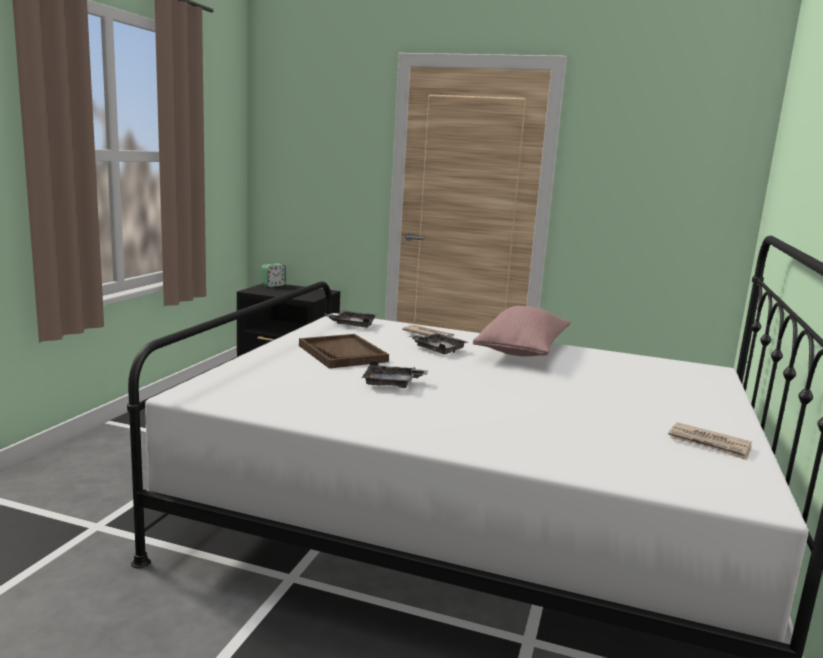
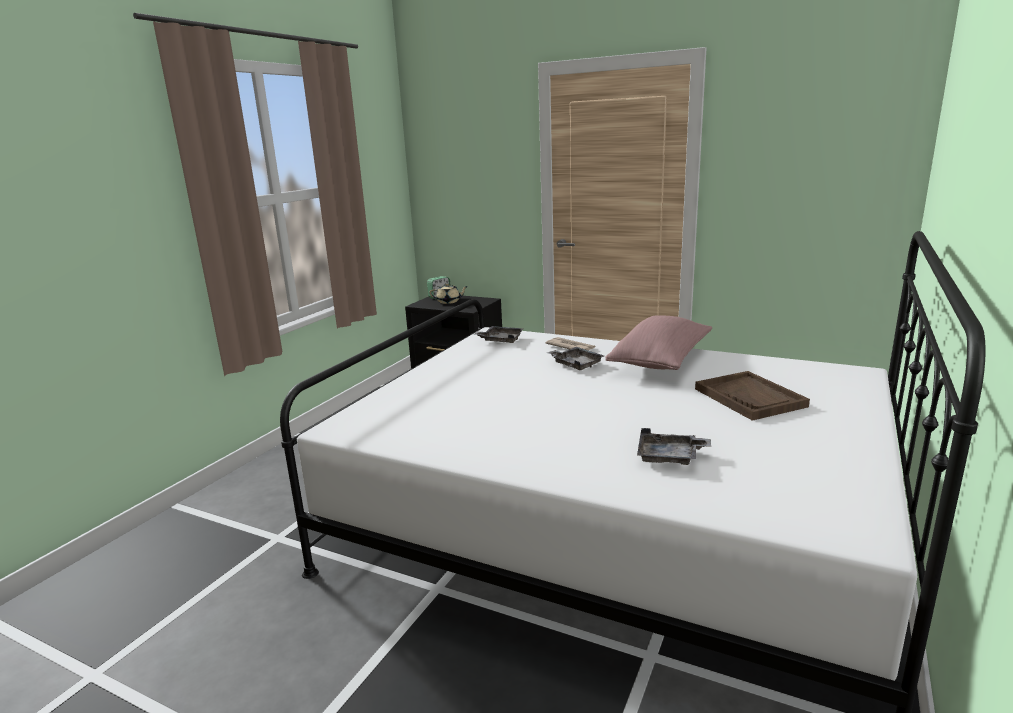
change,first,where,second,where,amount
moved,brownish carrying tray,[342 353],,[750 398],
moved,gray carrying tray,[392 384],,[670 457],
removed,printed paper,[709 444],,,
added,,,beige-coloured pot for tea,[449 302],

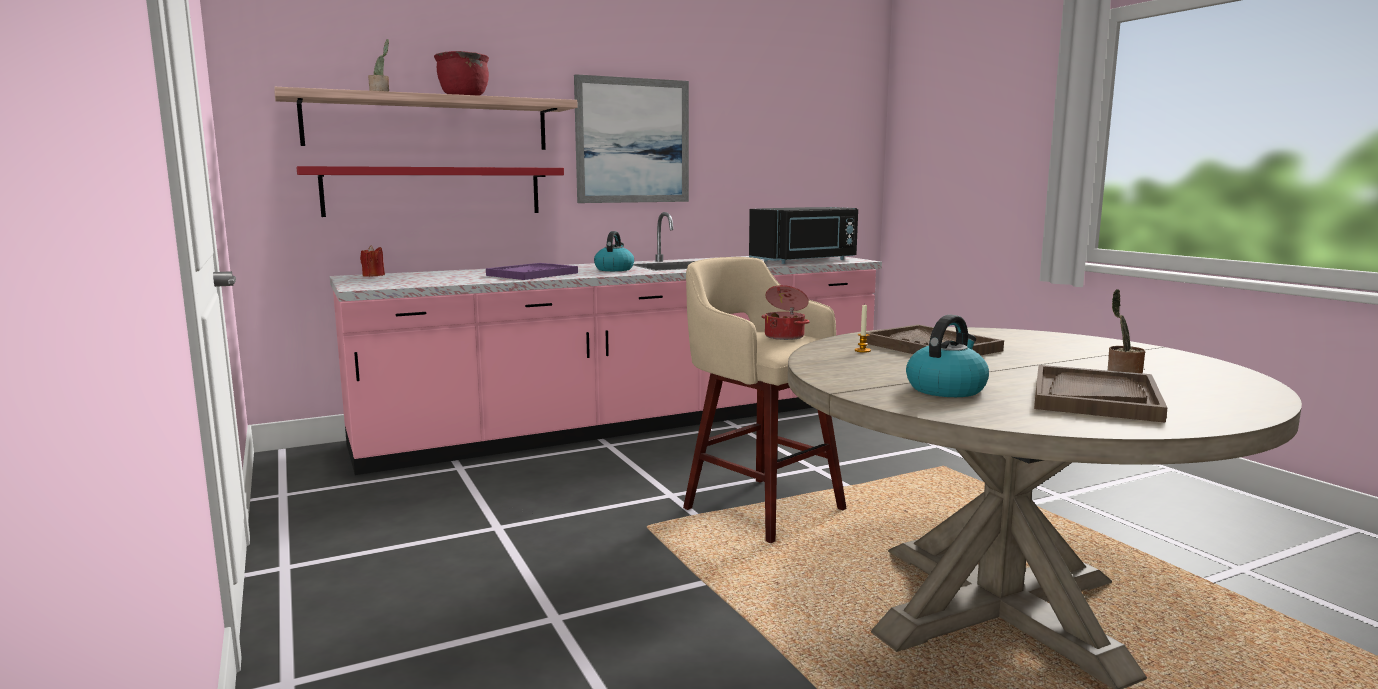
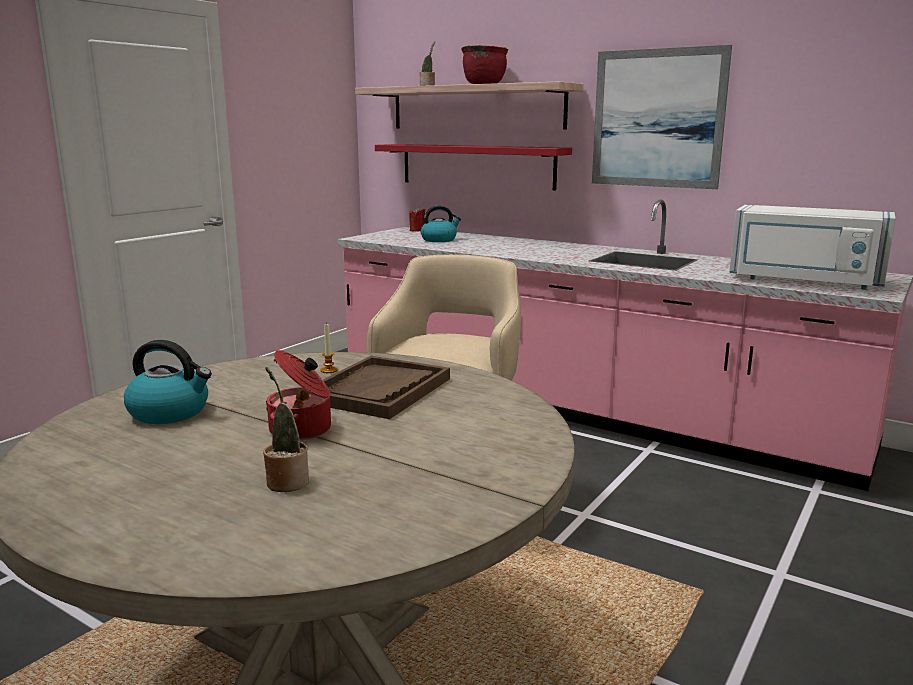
change,first,where,second,where,amount
recoloured,blackish microwave oven,[806 261],whitish microwave oven,[804 281],
moved,water kettle,[614 269],,[439 240],
removed,purple carrying tray,[532 274],,,
moved,stockpot,[785 336],,[302 430],
removed,brownish carrying tray,[1094 397],,,

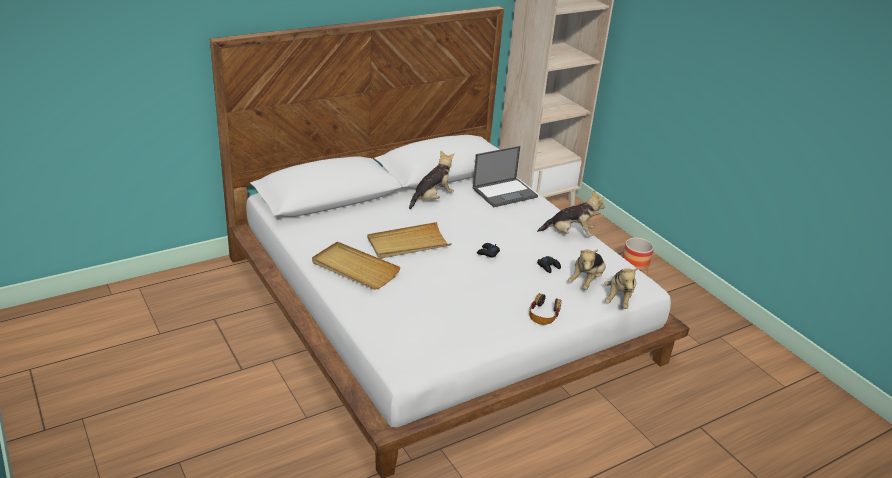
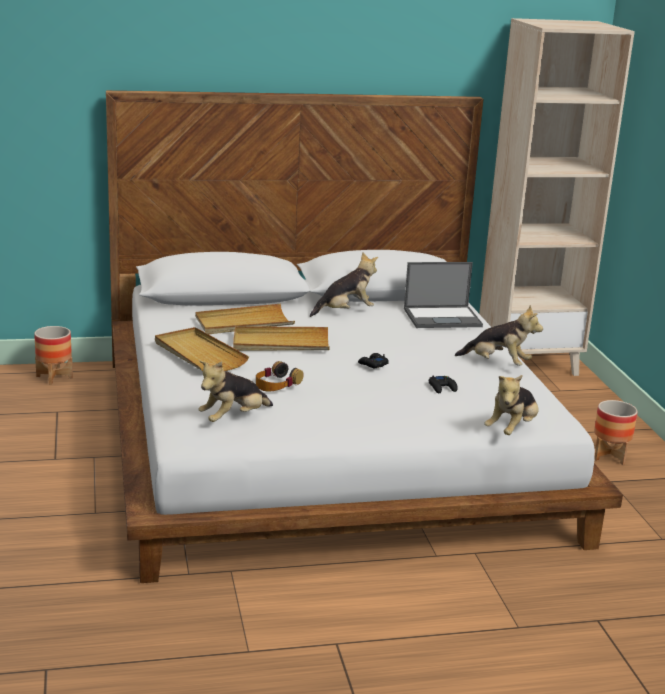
change,first,where,second,where,amount
moved,soft toy,[586 281],,[233 418],
moved,pair of headphones,[544 314],,[277 384],
added,,,beige-coloured carrying tray,[243 323],
added,,,planter,[54 377],

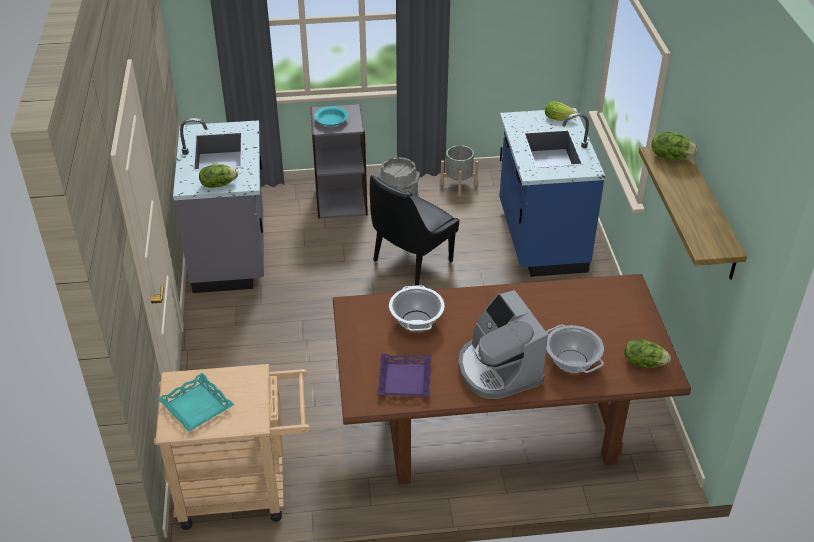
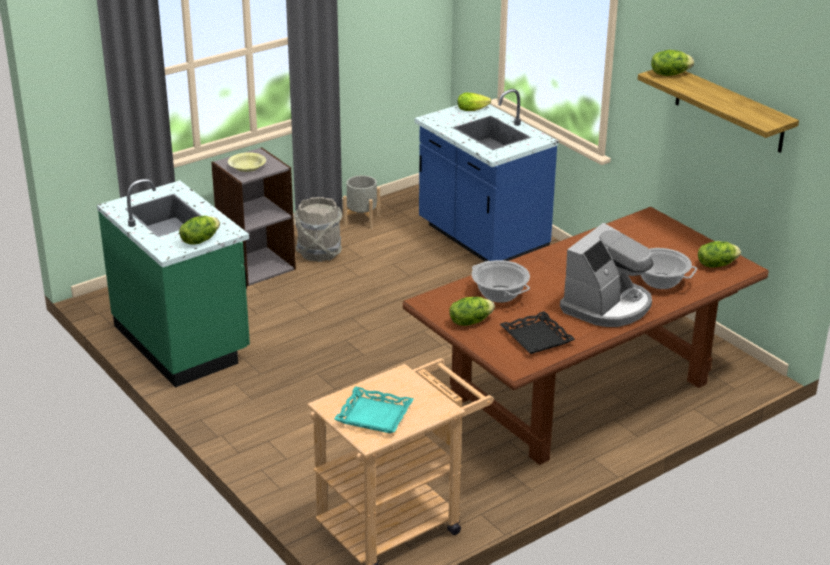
change,first,where,second,where,amount
recoloured,turquoise-coloured deep dish,[331 120],yellow deep dish,[247 167],
recoloured,gray counter,[232 253],green-coloured counter,[183 341],
removed,blackish plain chair,[410 262],,,
turned,coffee maker,[498 370],,[607 306],90 degrees counterclockwise
recoloured,purple carrying tray,[404 379],blackish carrying tray,[536 338],
added,,,head of lettuce,[470 321],

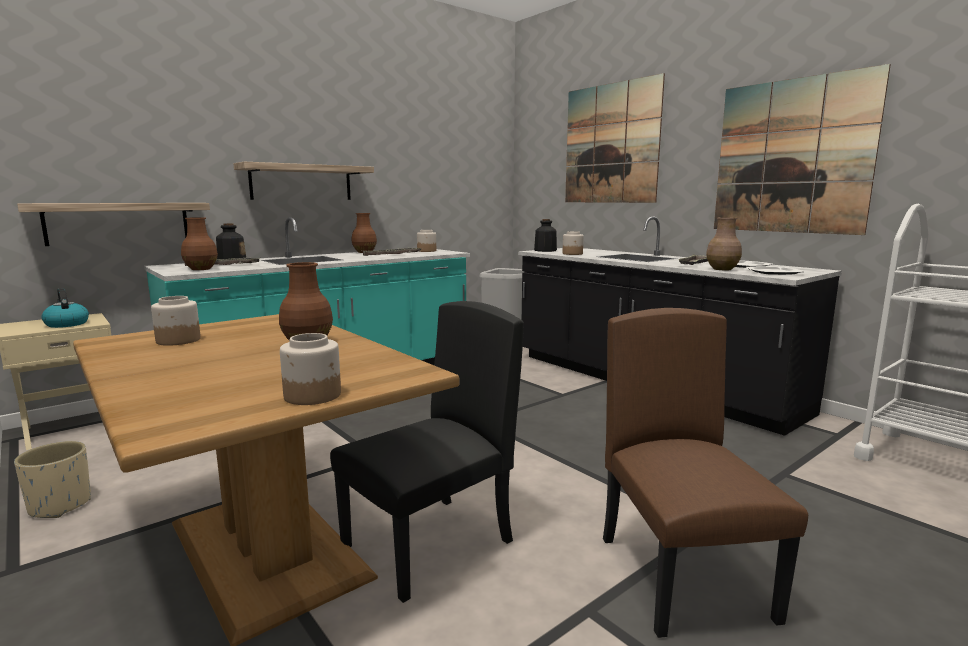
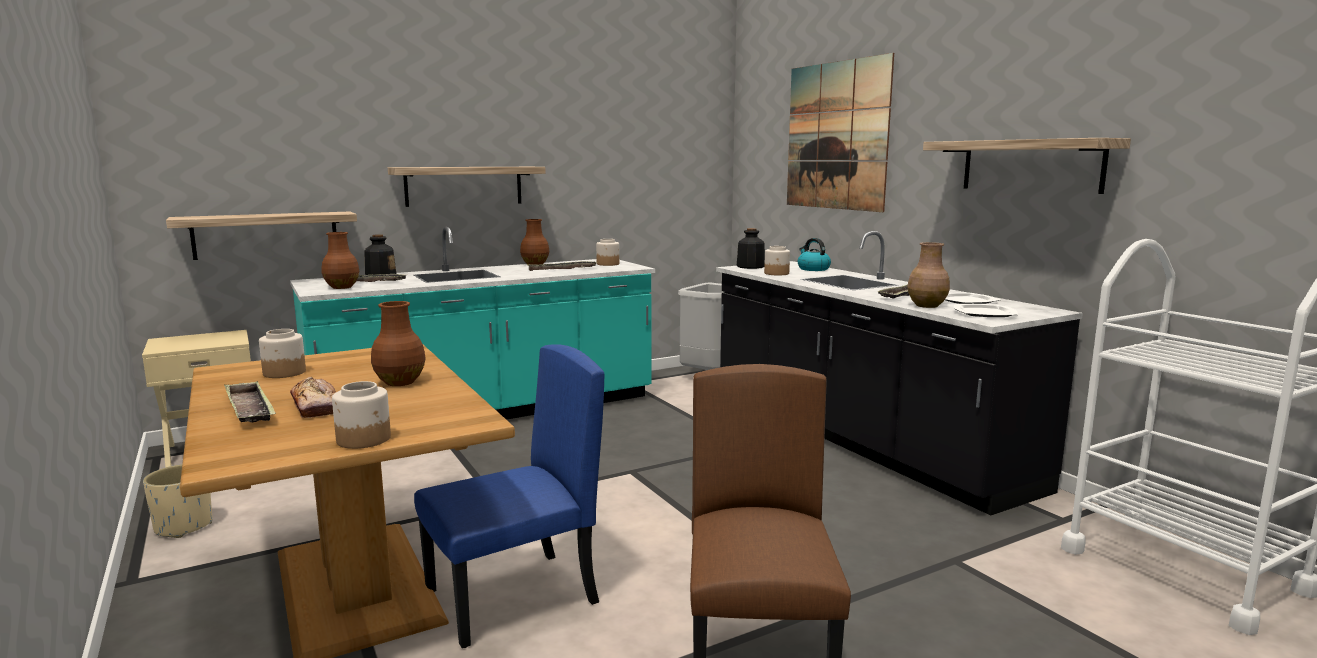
change,first,where,second,where,amount
replaced,wall art,[791 157],shelf,[1030 165],
moved,water kettle,[66 324],,[813 269],
recoloured,blackish plain chair,[429 545],blue plain chair,[512 597],
added,,,bakery bread,[316 407],
added,,,carrying tray,[250 409],

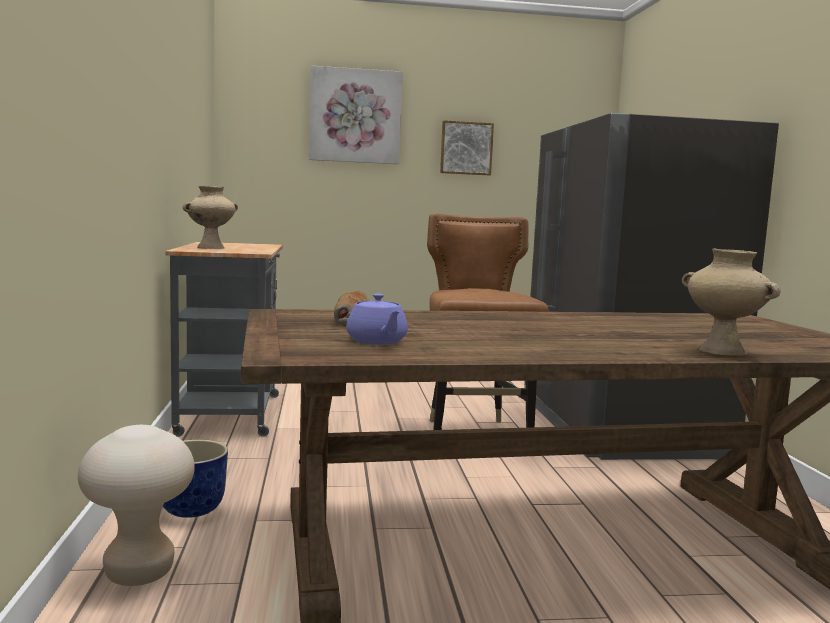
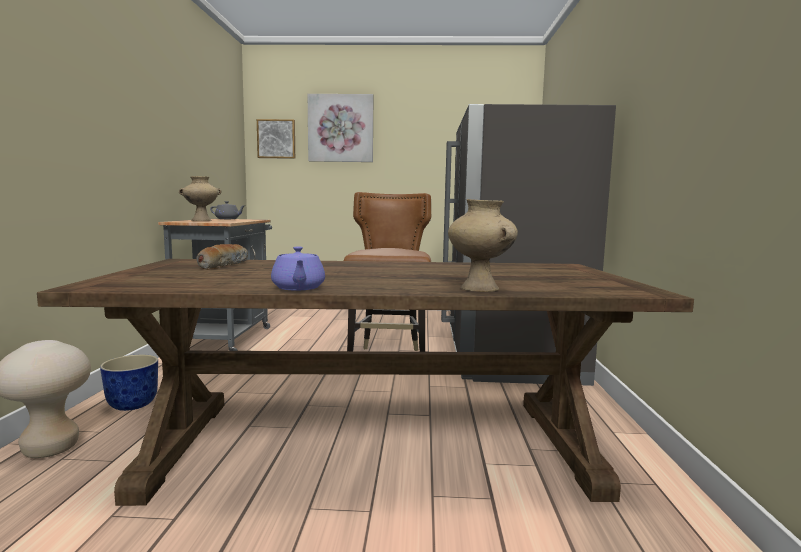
change,first,where,second,where,amount
moved,wall art,[466 148],,[276 139],
moved,purple pot for tea,[377 341],,[298 288],
added,,,gray pot for tea,[228 219],

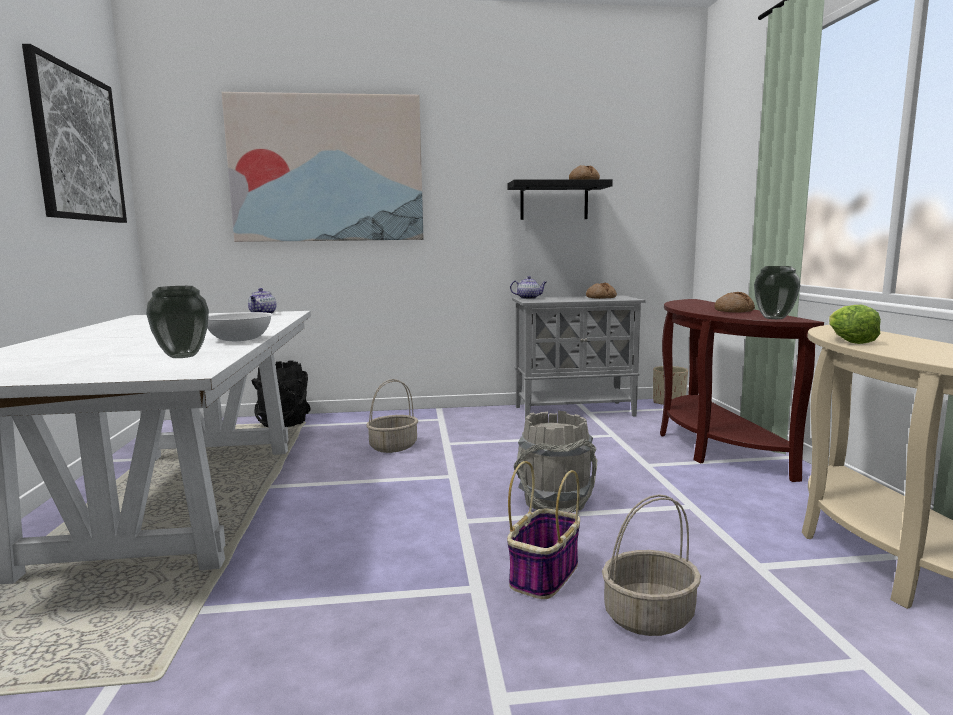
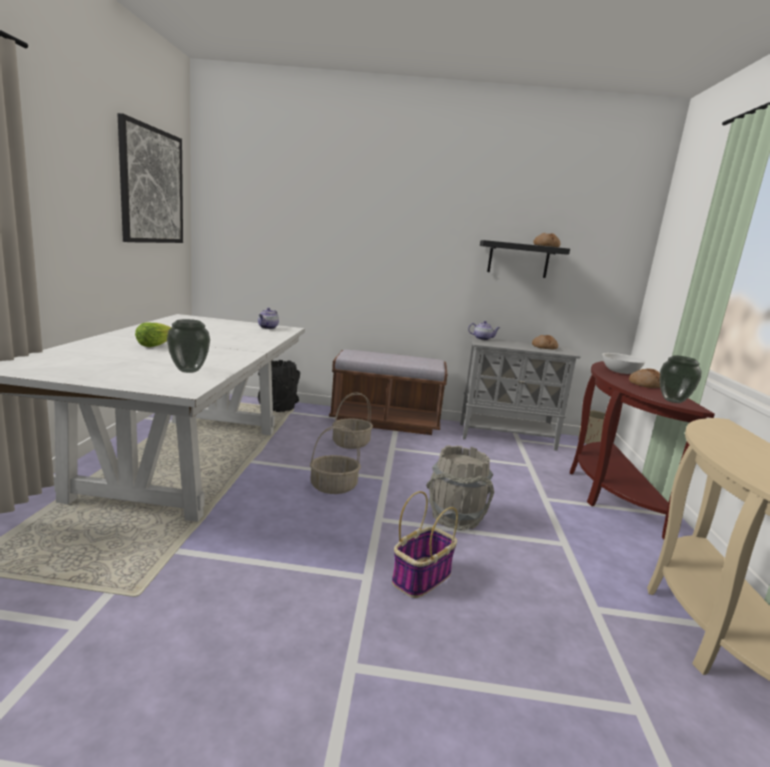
change,first,where,second,where,amount
removed,wall art,[327 169],,,
moved,head of lettuce,[848 341],,[154 345],
moved,whitish deep dish,[239 340],,[620 372],
moved,household basket,[649 615],,[334 486],
added,,,brownish long seat,[385 421],

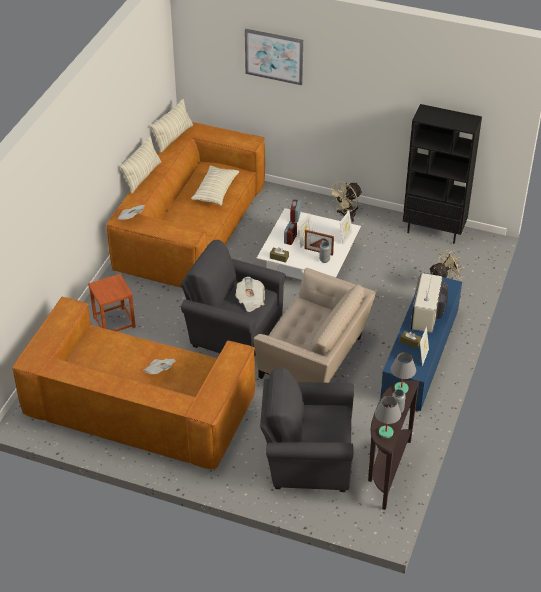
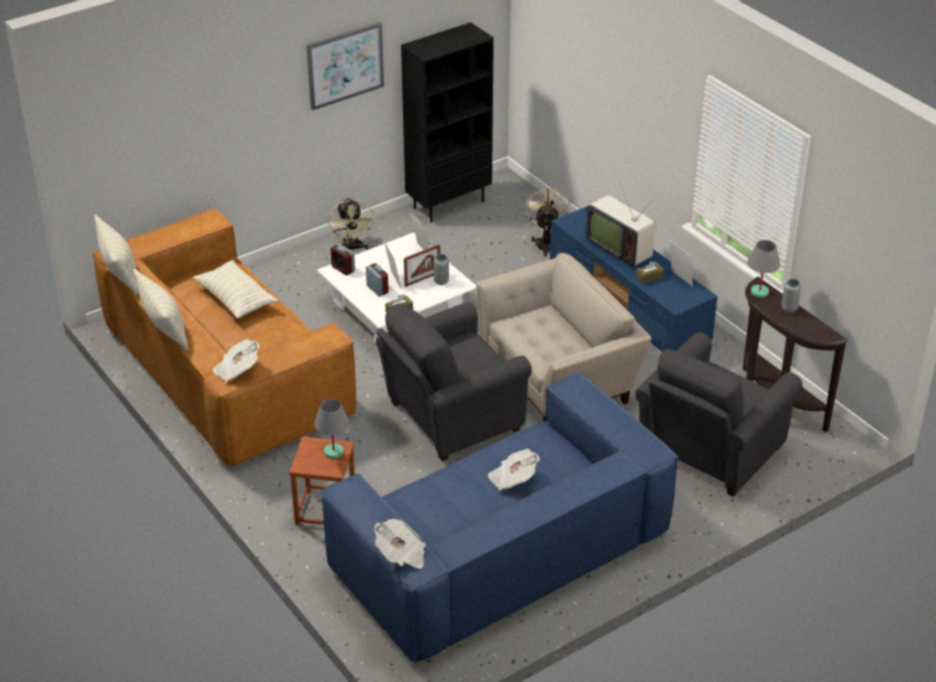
change,first,where,second,where,amount
moved,wall art,[274 56],,[345 65],
moved,printed paper,[250 300],,[401 555],
recoloured,brownish sofa,[139 406],blue sofa,[500 551],
moved,gray tabletop lamp,[386 432],,[333 451],

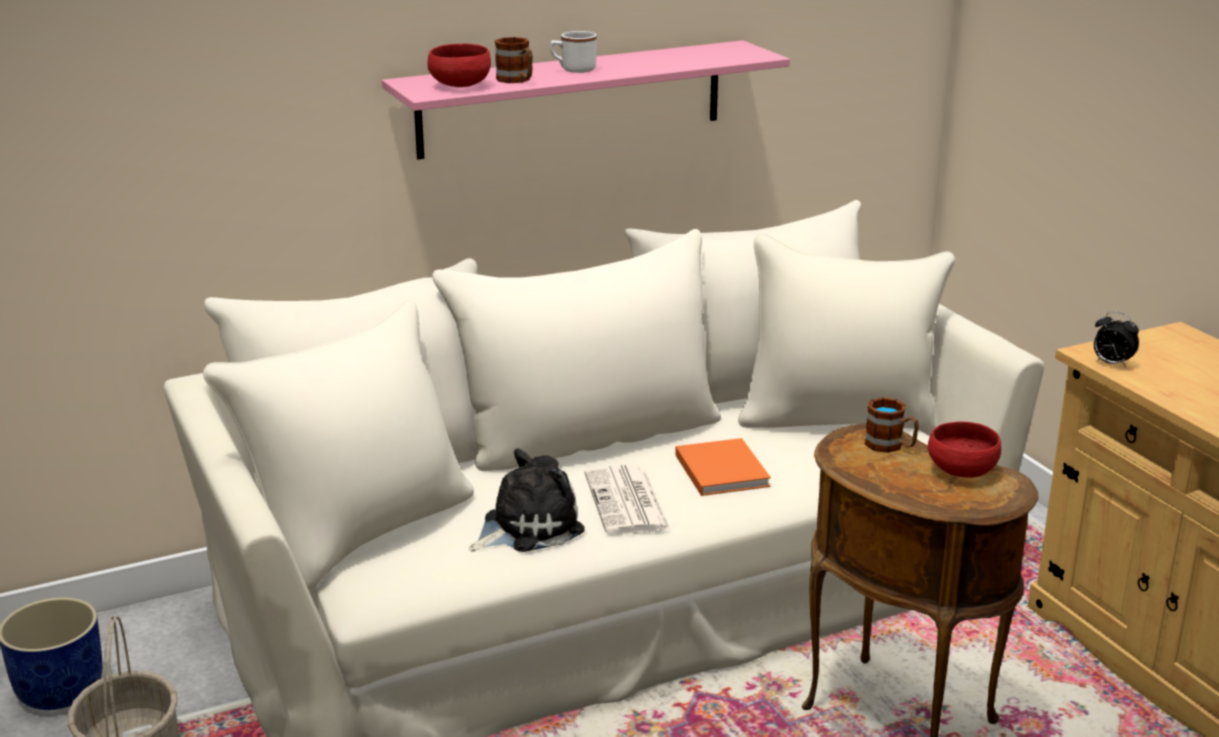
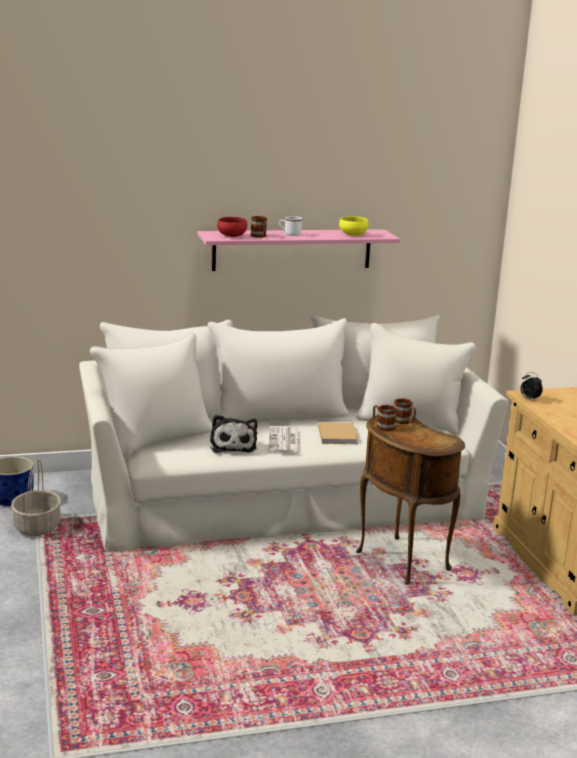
change,first,where,second,where,amount
removed,reddish deep dish,[960 471],,,
recoloured,orange book,[720 469],beige-coloured book,[337 434],
turned,soft toy,[527 527],,[233 445],105 degrees clockwise
added,,,yellow deep dish,[352 235],
added,,,tea mug,[382 426],

